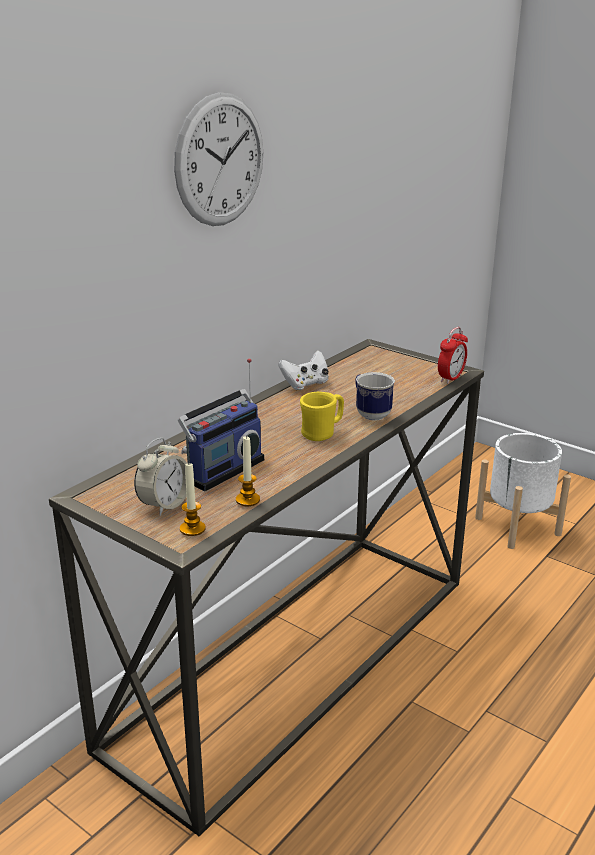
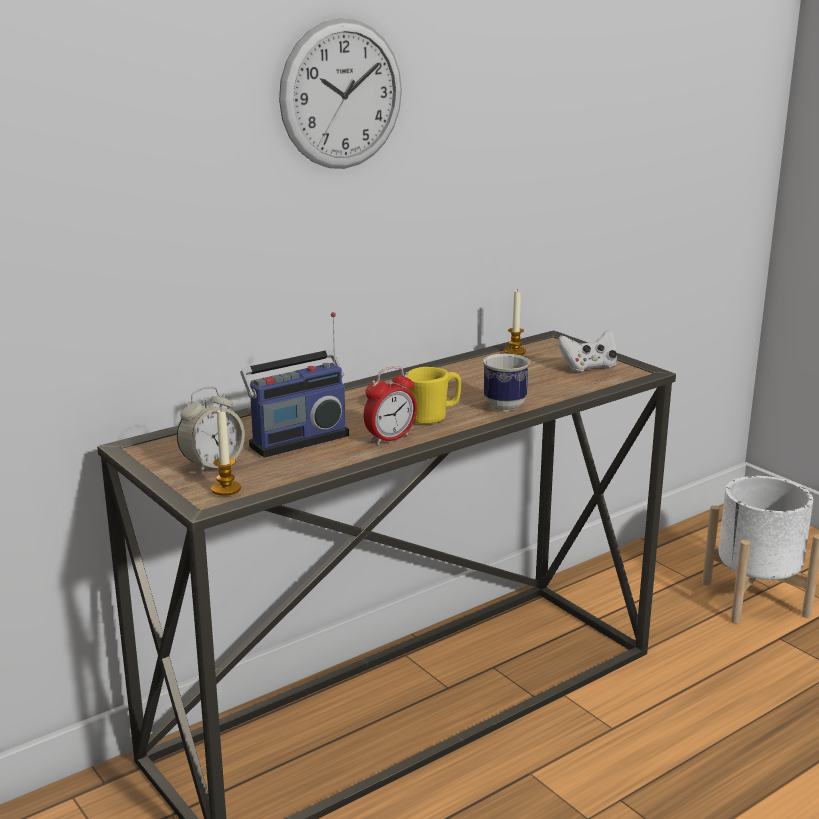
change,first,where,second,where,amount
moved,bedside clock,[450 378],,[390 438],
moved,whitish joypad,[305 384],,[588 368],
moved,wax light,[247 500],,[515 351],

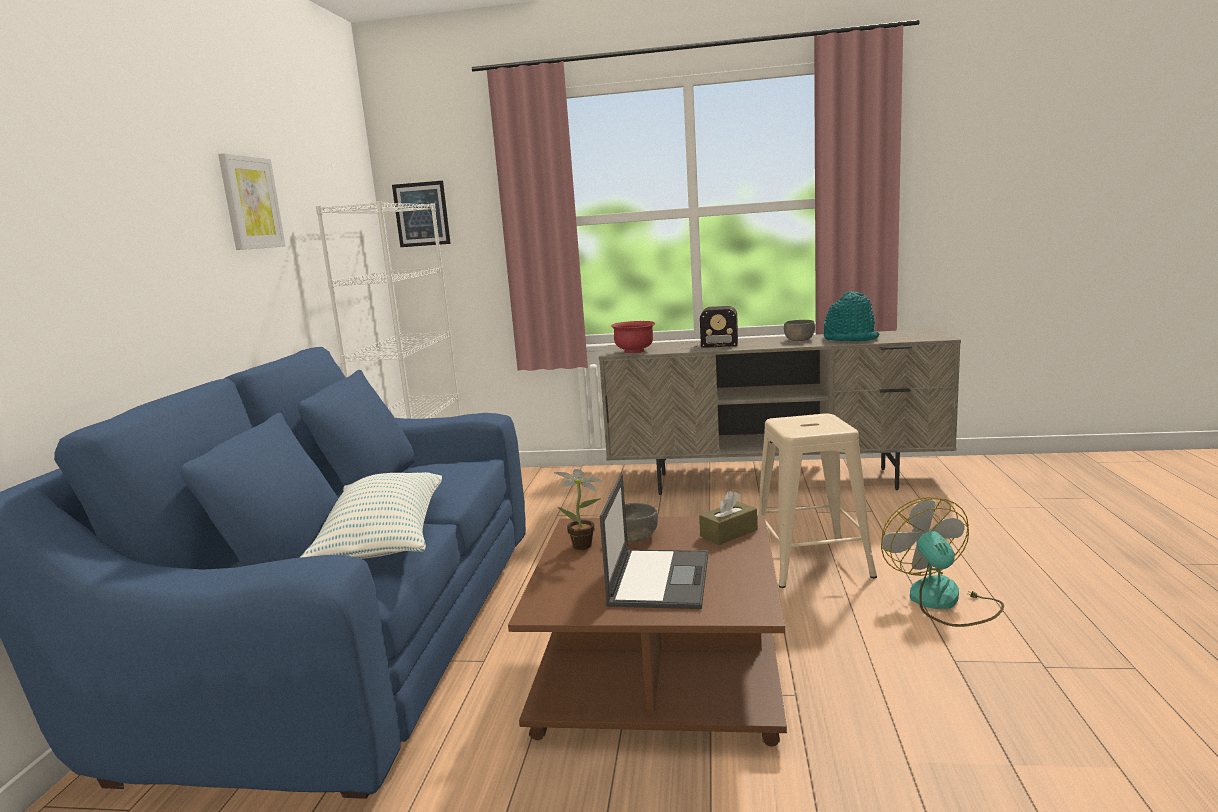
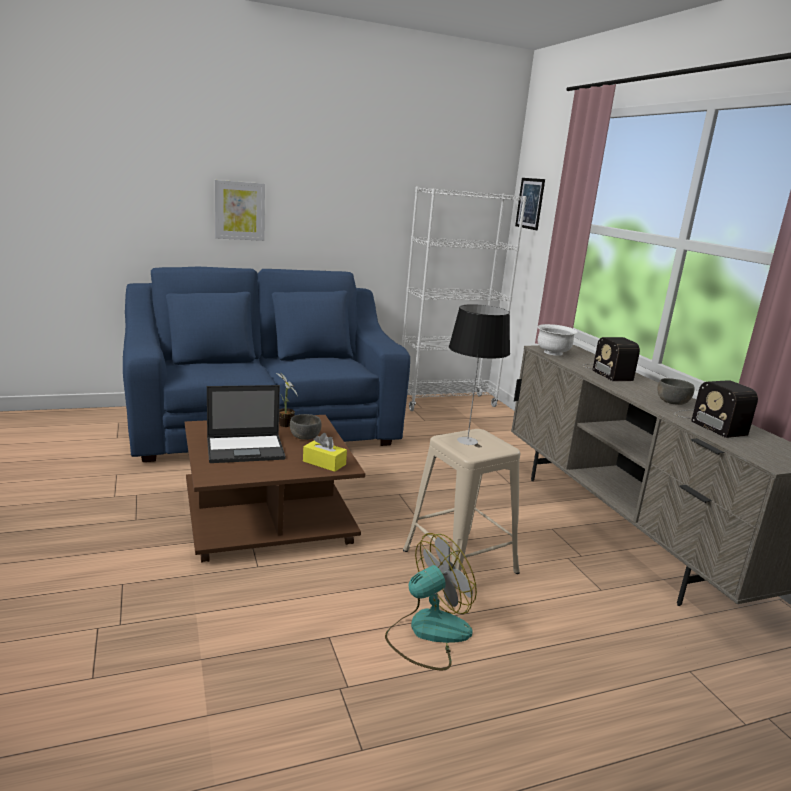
change,first,where,second,where,amount
moved,wall art,[251 203],,[239 210],
replaced,turquoise-coloured wearable hat,[850 338],radio receiver,[708 422],
recoloured,reddish deep dish,[634 351],whitish deep dish,[553 353],
removed,cushion,[384 541],,,
recoloured,brownish tissue box,[729 533],yellow tissue box,[324 463],
added,,,tabletop lamp,[466 440],

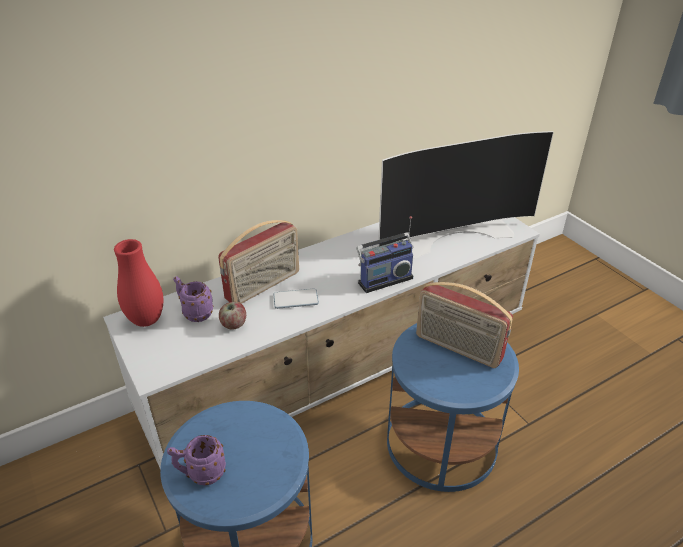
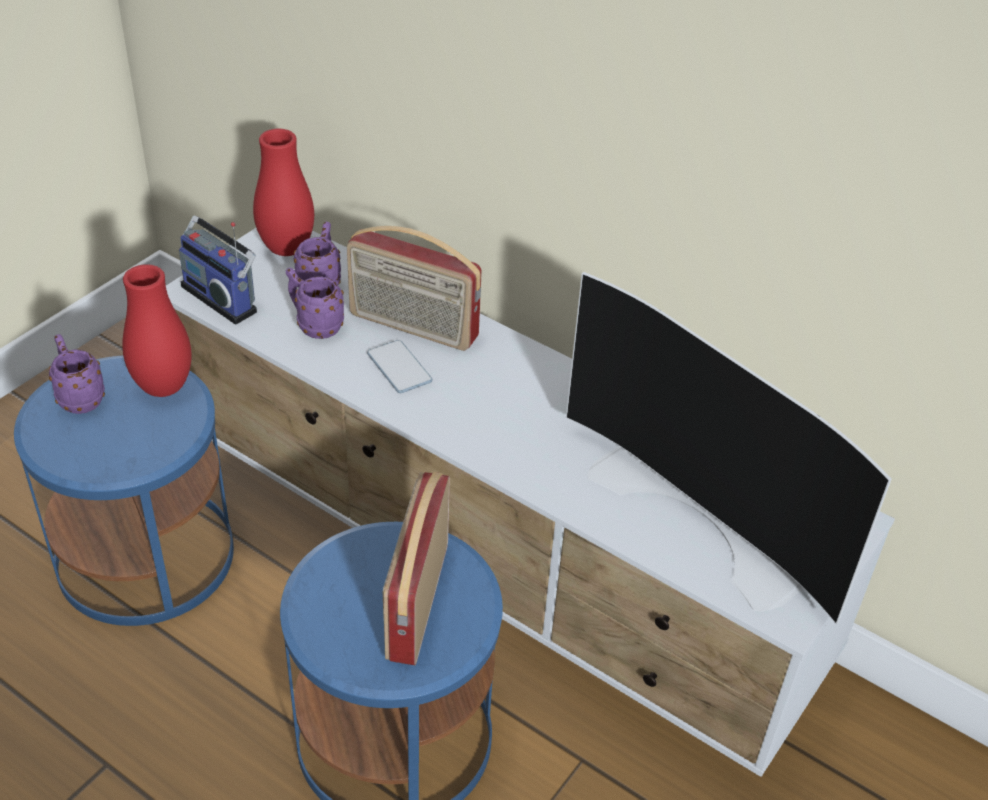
change,first,where,second,where,amount
moved,radio receiver,[384 279],,[223 297],
replaced,apple fruit,[233 324],purple tea mug,[314 325],
added,,,reddish flower vase,[163 387],

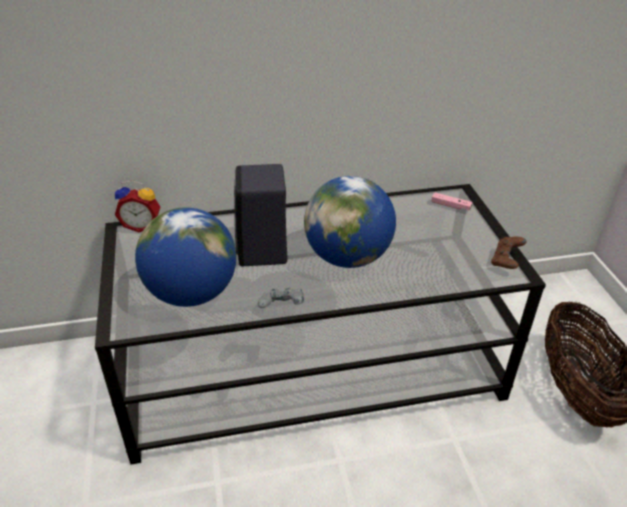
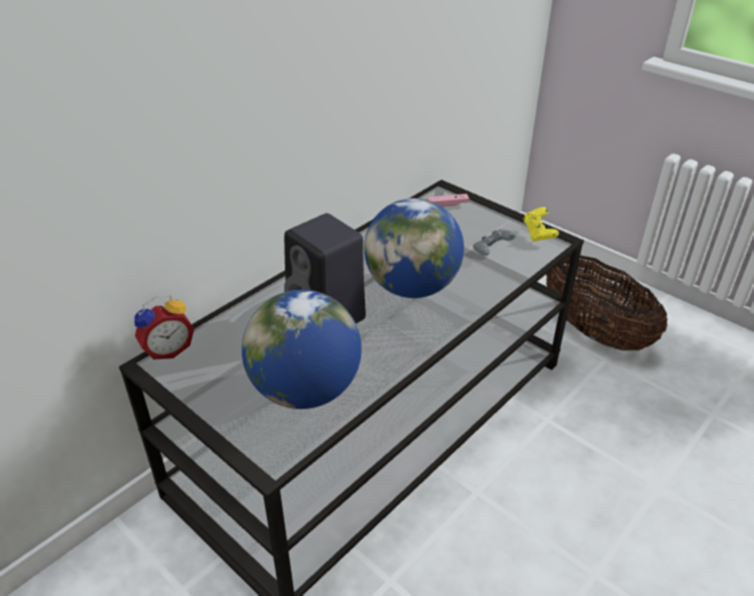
change,first,where,second,where,amount
recoloured,brownish joypad,[506 261],yellow joypad,[538 234],
moved,gray joypad,[282 308],,[492 252],

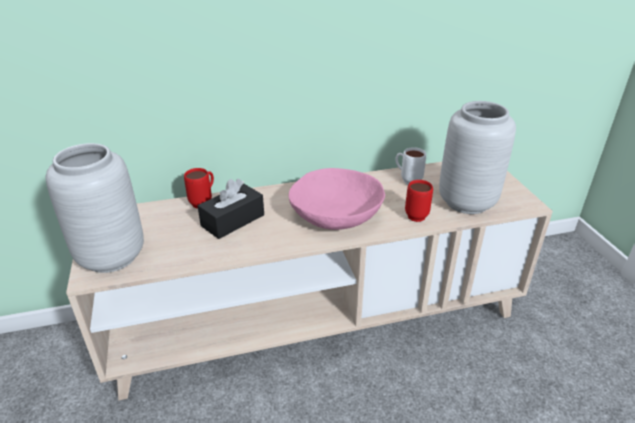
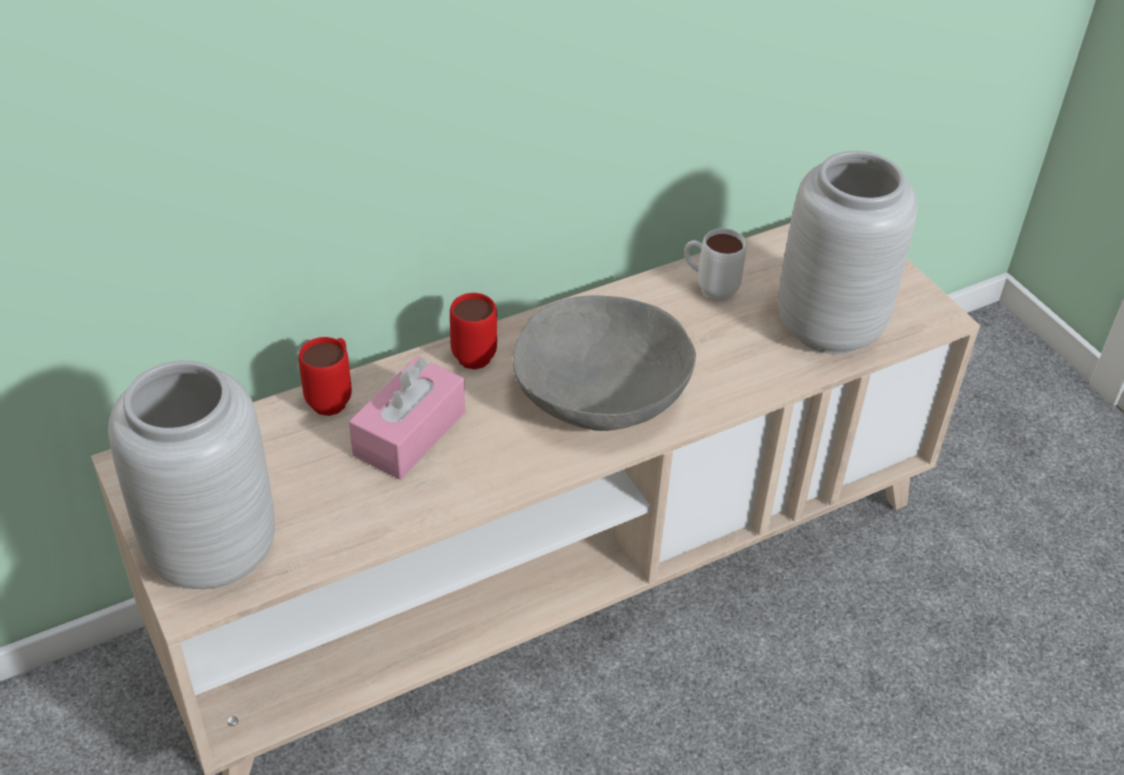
change,first,where,second,where,amount
recoloured,pinkish deep dish,[336 216],gray deep dish,[601 393],
recoloured,blackish tissue box,[233 220],pinkish tissue box,[409 433],
moved,reddish tea mug,[415 214],,[472 352],

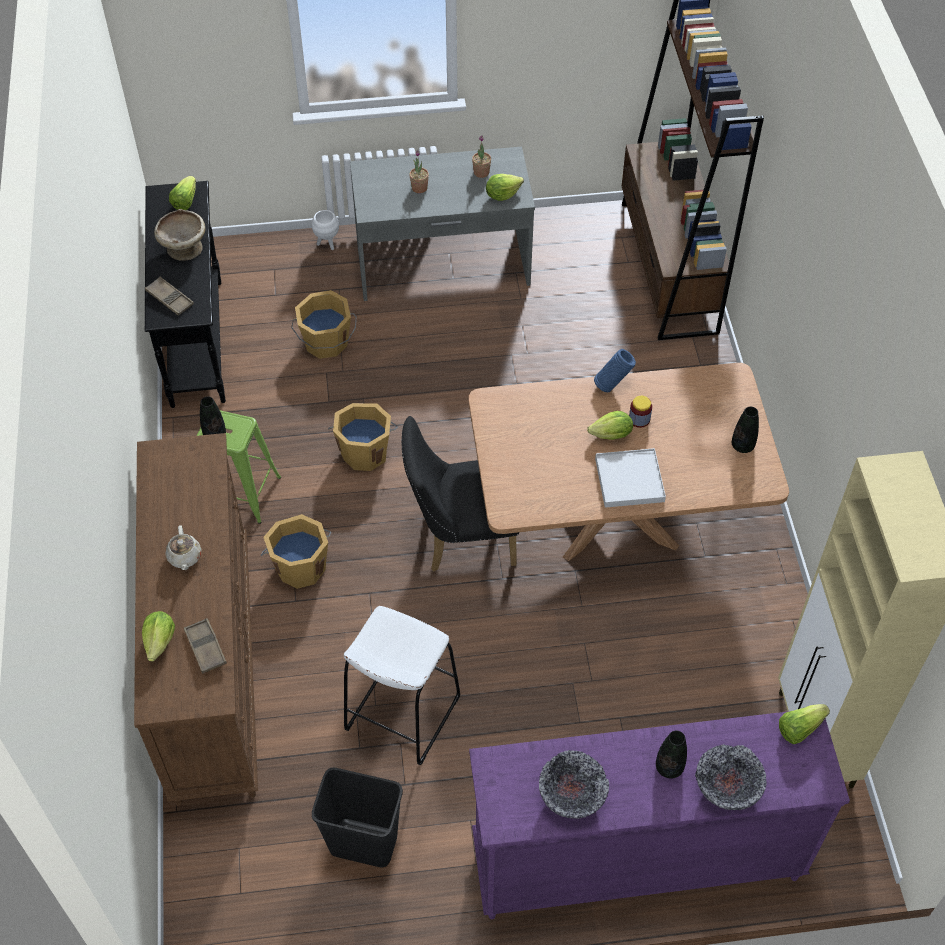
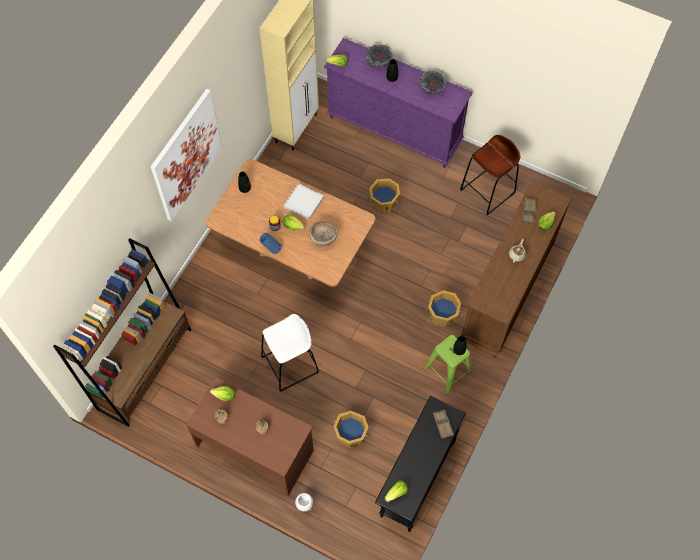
change,first,where,second,where,amount
recoloured,gray desk table,[443 265],brownish desk table,[255 447],
moved,beige-coloured deep dish,[183 247],,[323 239],
moved,orange water bucket,[365 452],,[383 204],
removed,blackish plain chair,[460 538],,,
moved,whitish stool seat,[402 713],,[290 365],
replaced,blackish waste bin,[362 844],brownish stool seat,[487 191],
added,,,wall art,[186 155],

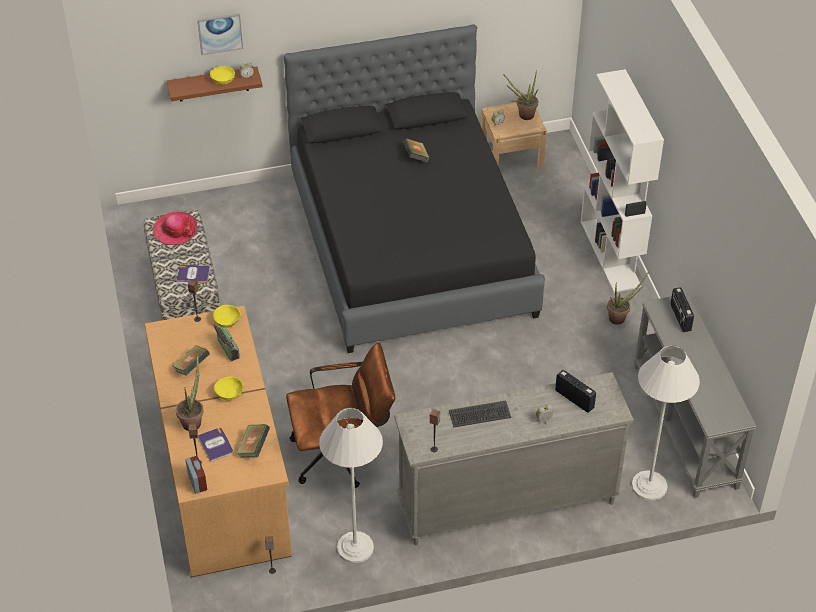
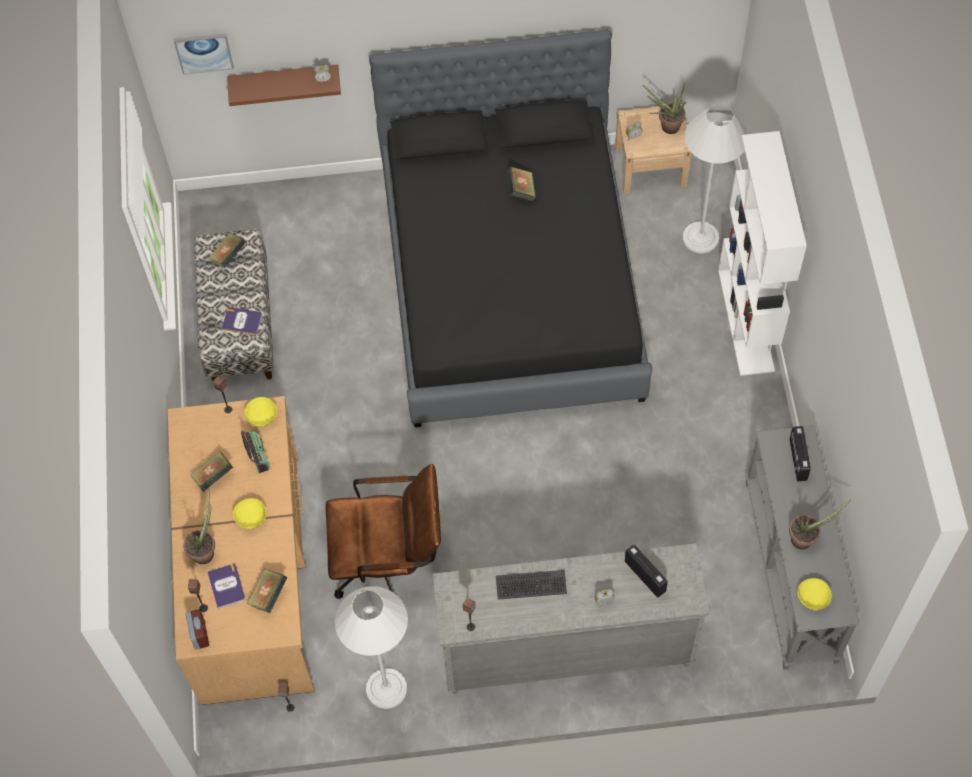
change,first,where,second,where,amount
moved,wall art,[220 33],,[204 52],
moved,yellow deep dish,[223 81],,[812 598],
replaced,wearable hat,[175 230],book,[228 256],
moved,houseplant,[620 318],,[806 538],
moved,whitish standard lamp,[649 486],,[700 238],

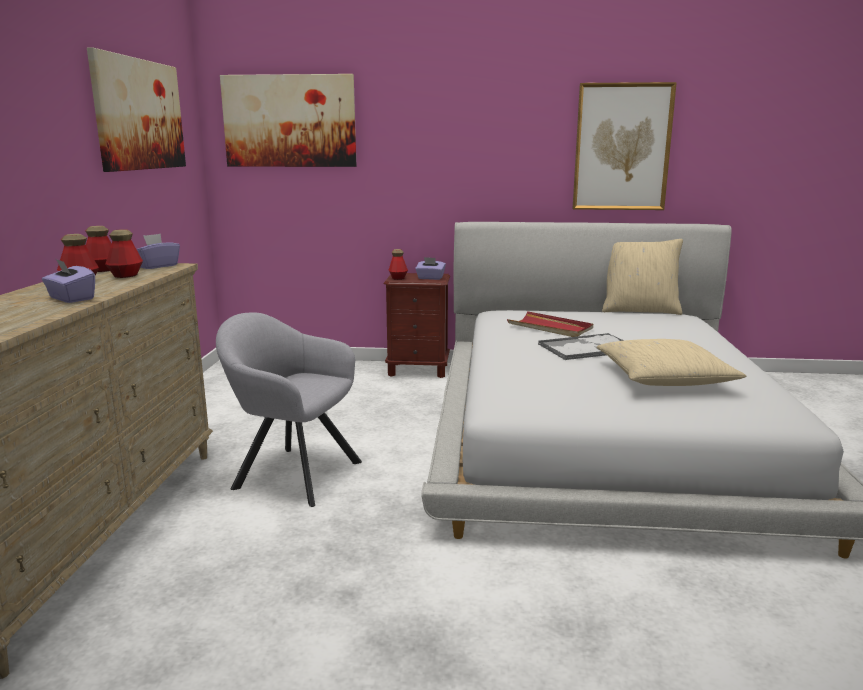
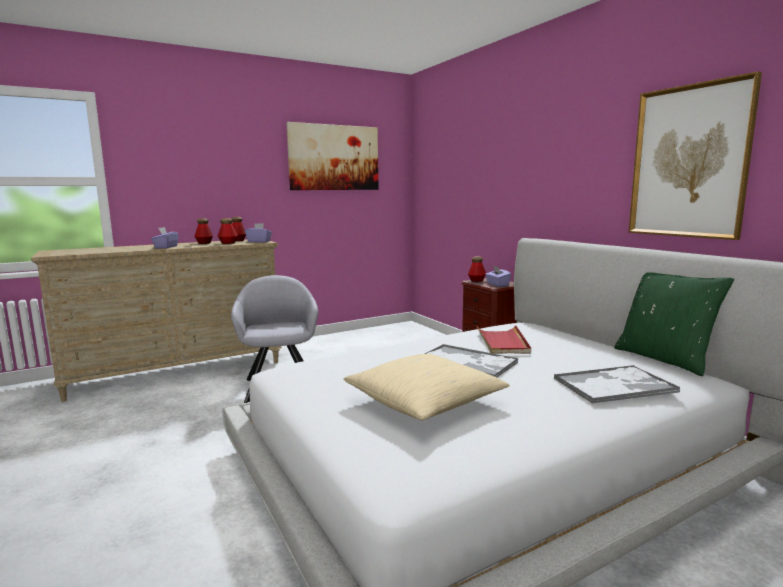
change,first,where,second,where,amount
removed,wall art,[289 121],,,
recoloured,beige-coloured cushion,[639 310],green-coloured cushion,[664 359],
added,,,carrying tray,[615 385],

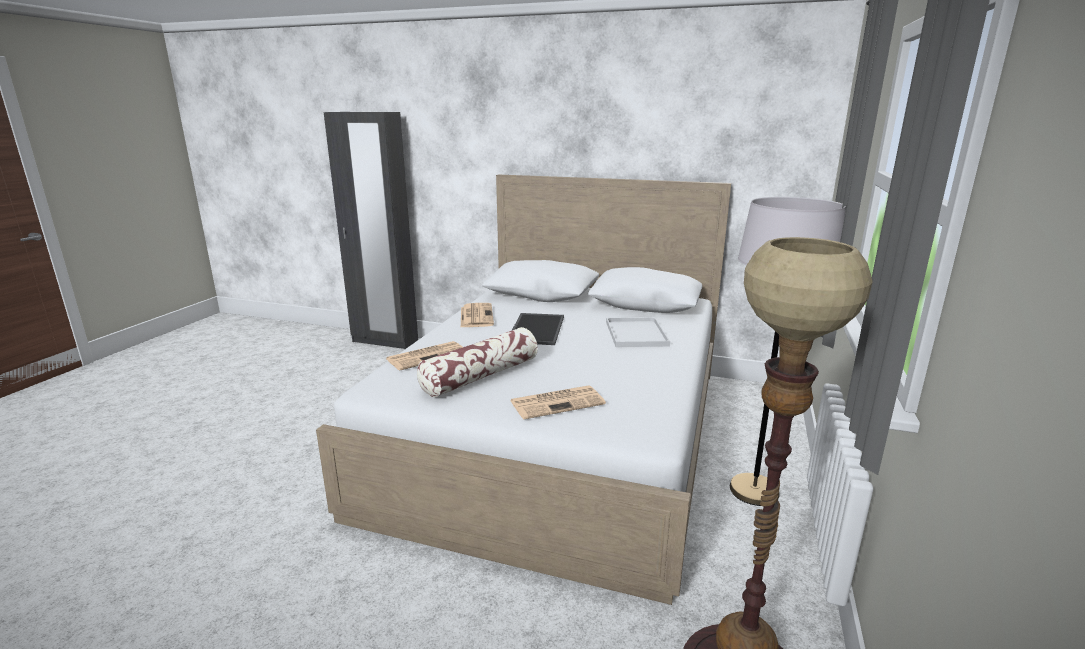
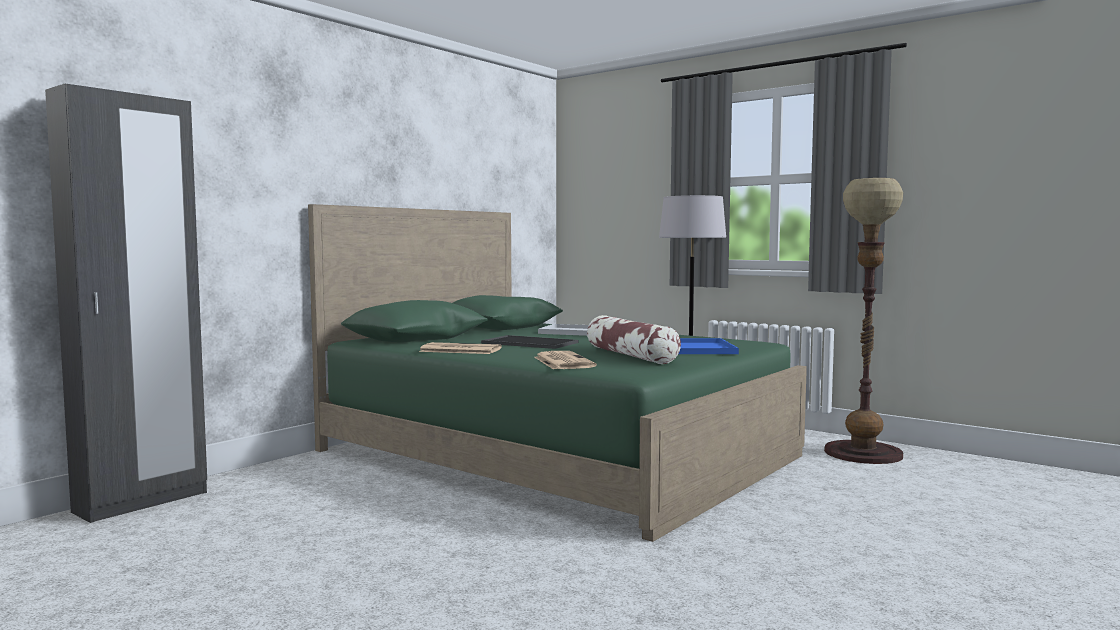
change,first,where,second,where,amount
recoloured,whitish sleeping bed,[561 433],green-coloured sleeping bed,[557 452],
replaced,printed paper,[558 402],blue carrying tray,[699 348],

